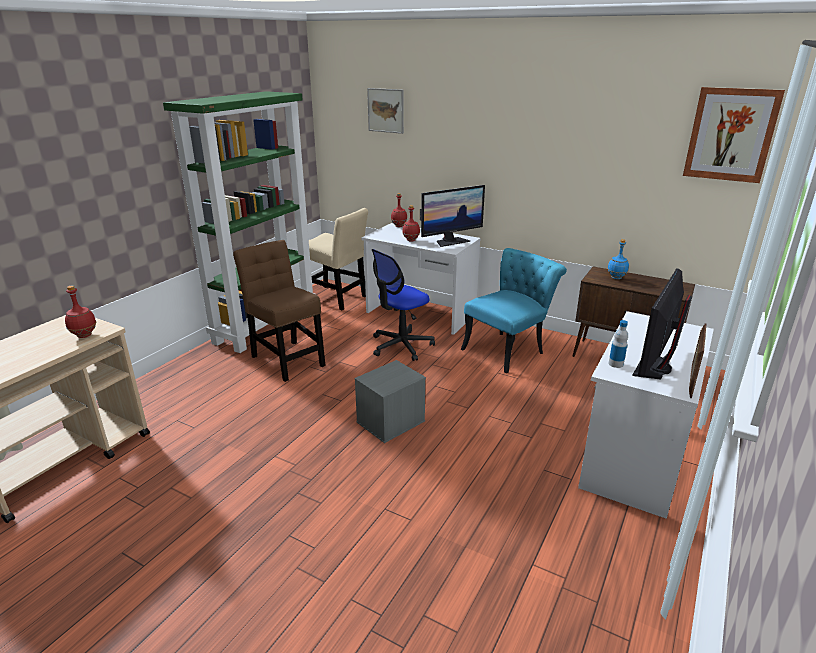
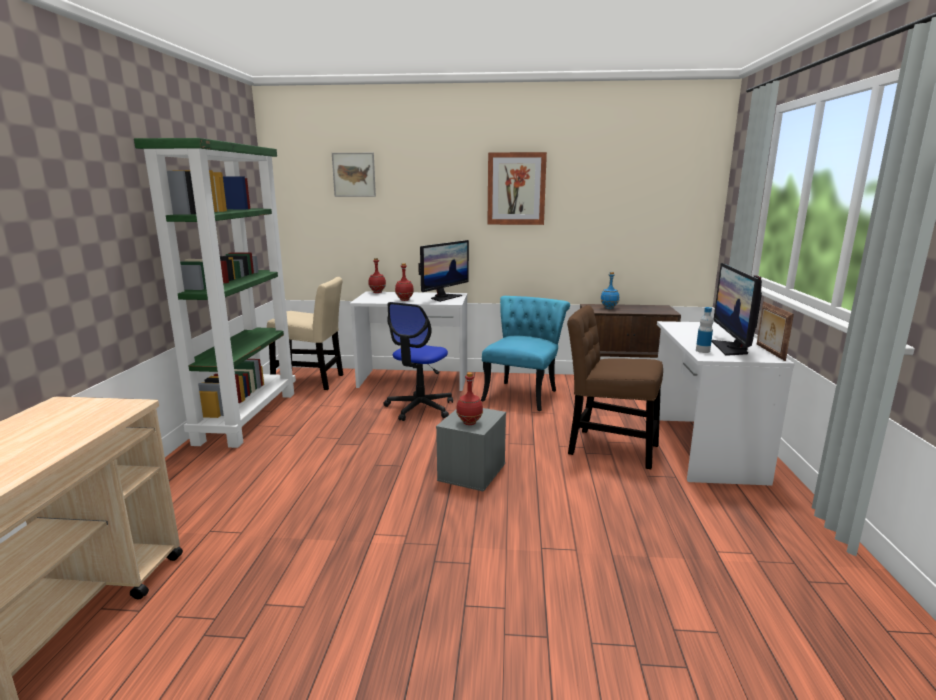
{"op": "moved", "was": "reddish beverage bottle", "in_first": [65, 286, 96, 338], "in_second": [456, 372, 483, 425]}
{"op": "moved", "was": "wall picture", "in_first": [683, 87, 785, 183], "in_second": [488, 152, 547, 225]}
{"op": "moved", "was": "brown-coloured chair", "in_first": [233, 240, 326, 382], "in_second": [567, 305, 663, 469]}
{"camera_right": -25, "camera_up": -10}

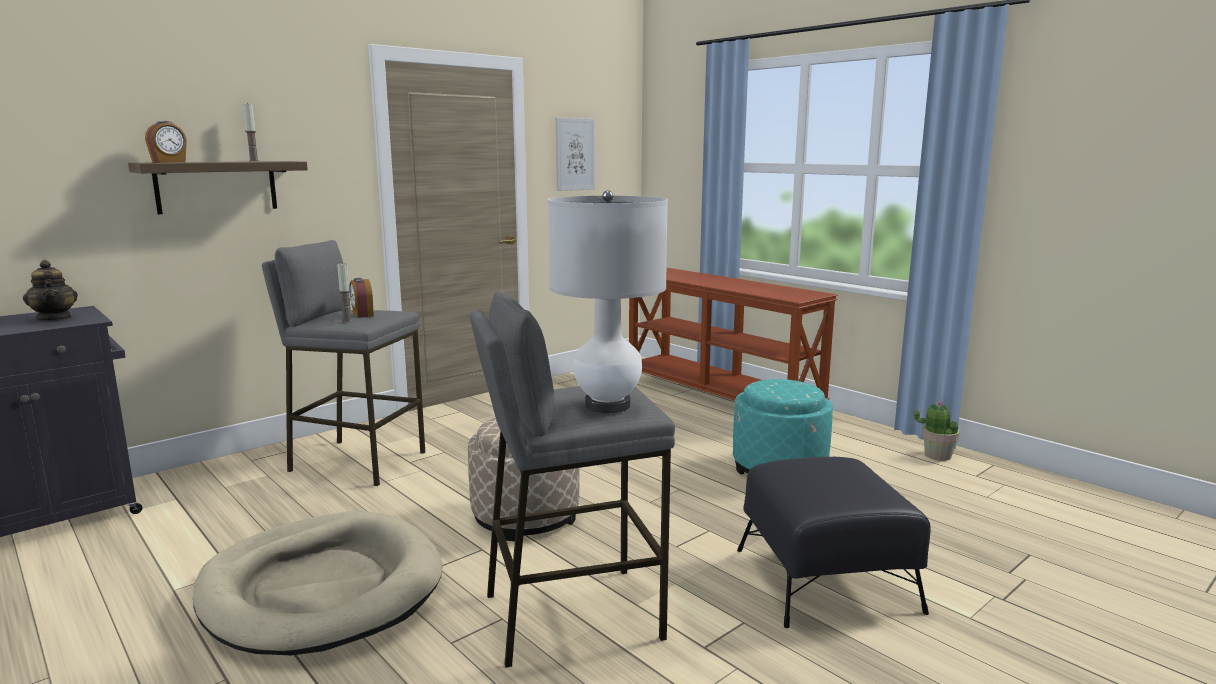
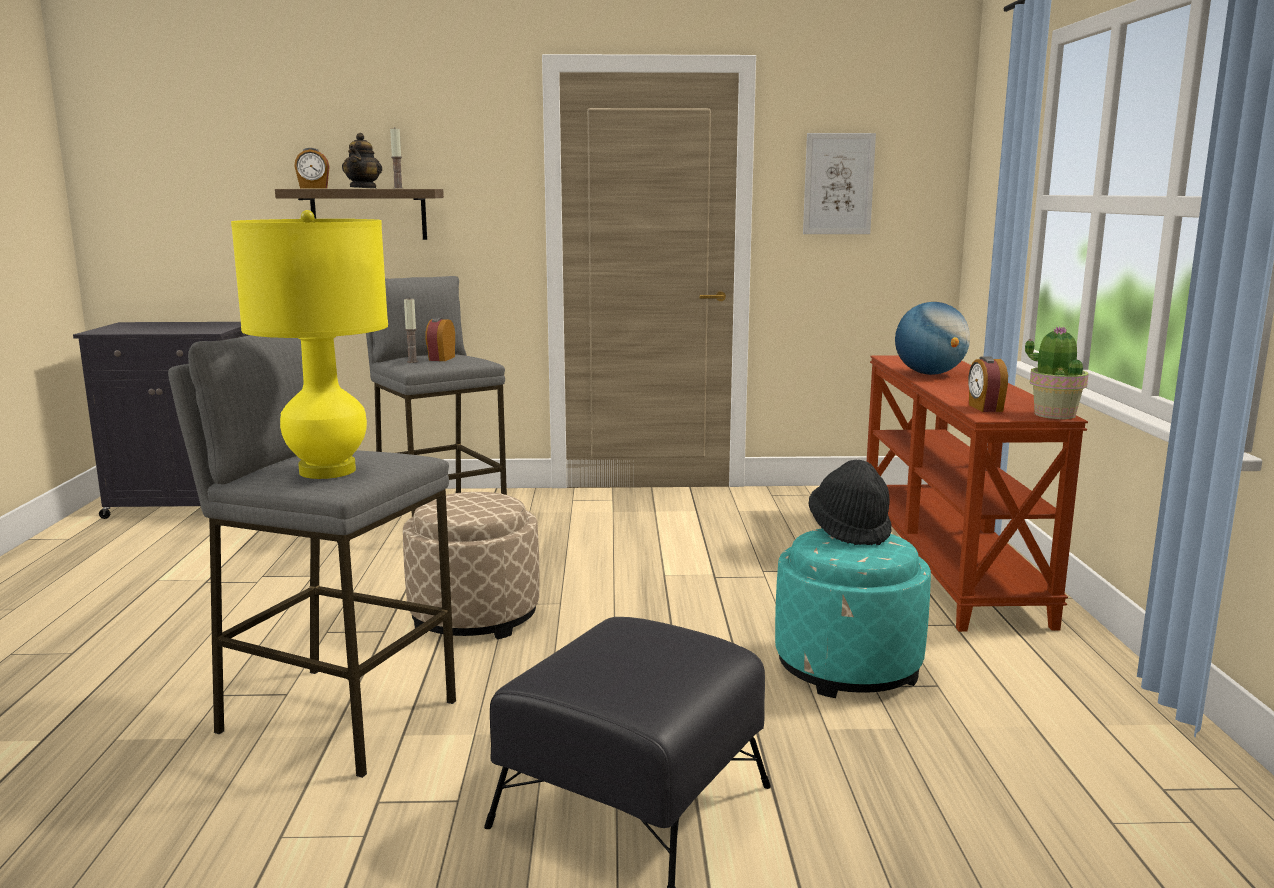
{"op": "recoloured", "was": "white-coloured table lamp", "now": "yellowish table lamp", "in_first": [548, 190, 668, 413], "in_second": [231, 210, 388, 479]}
{"op": "moved", "was": "pot for tea", "in_first": [23, 260, 78, 321], "in_second": [342, 133, 382, 188]}
{"op": "added", "now": "black-coloured clothing hat", "in_second": [809, 460, 892, 545]}
{"op": "added", "now": "globe", "in_second": [895, 302, 970, 375]}
{"op": "added", "now": "table clock", "in_second": [968, 356, 1008, 412]}
{"op": "moved", "was": "plant in a pot", "in_first": [914, 401, 960, 461], "in_second": [1025, 326, 1089, 419]}
{"op": "removed", "was": "beige-coloured dog bed", "in_first": [193, 511, 443, 655]}
{"camera_right": 40, "camera_up": 0}

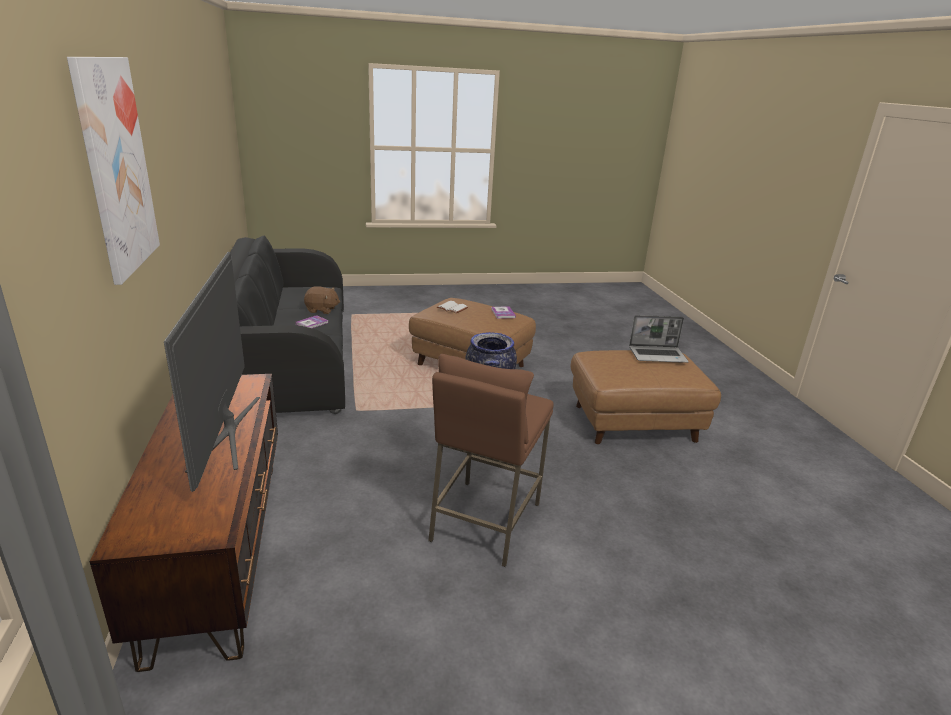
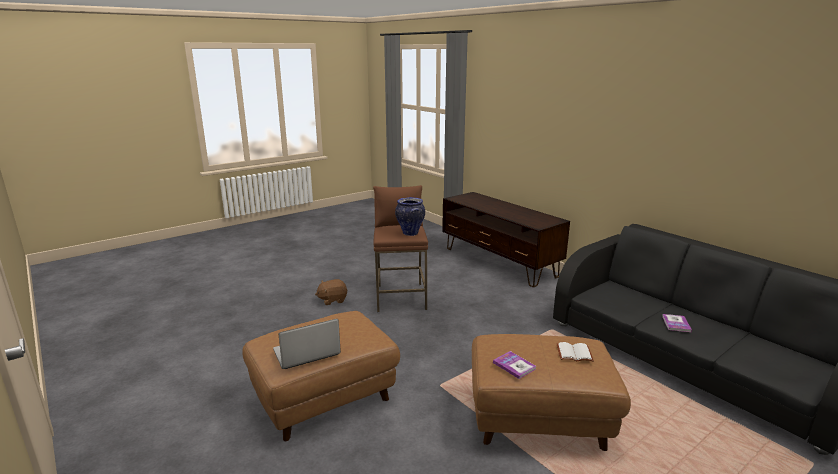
{"op": "moved", "was": "brown-coloured soft toy", "in_first": [304, 286, 340, 314], "in_second": [315, 279, 347, 305]}
{"op": "removed", "was": "wall picture", "in_first": [67, 57, 160, 285]}
{"op": "removed", "was": "TV set", "in_first": [164, 252, 260, 492]}
{"camera_right": 155, "camera_up": -5}

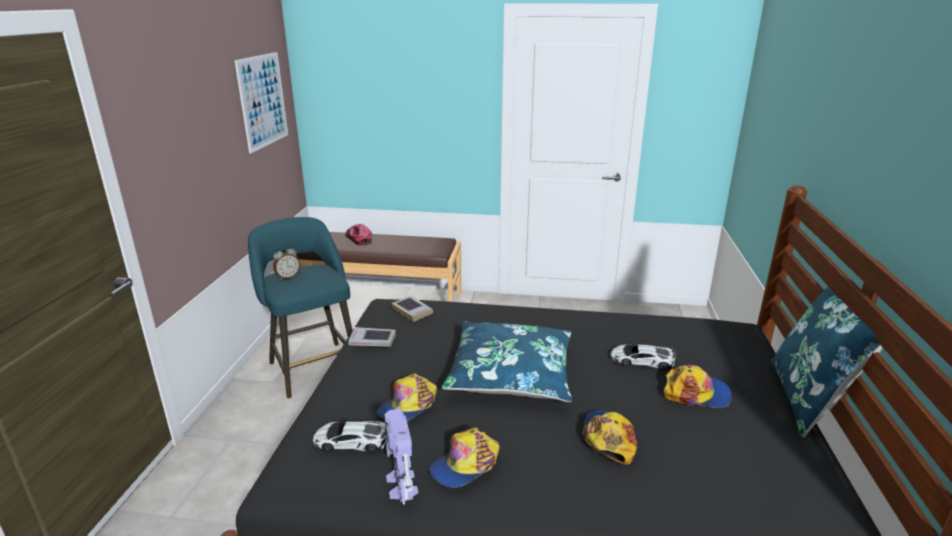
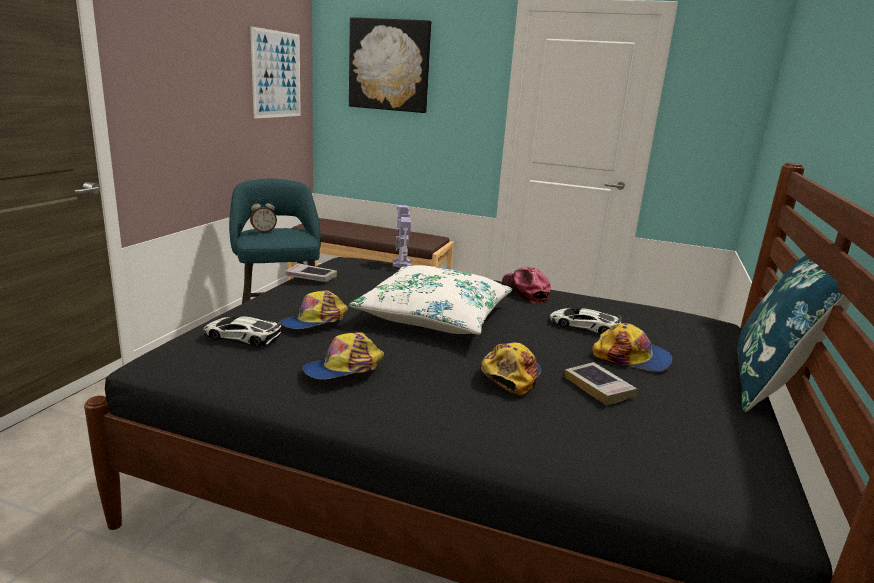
{"op": "added", "now": "wall picture", "in_second": [349, 17, 431, 113]}
{"op": "recoloured", "was": "bluish pillow", "now": "white-coloured pillow", "in_first": [442, 321, 572, 402], "in_second": [349, 265, 512, 335]}
{"op": "moved", "was": "toy robot", "in_first": [384, 408, 418, 504], "in_second": [393, 205, 411, 268]}
{"op": "moved", "was": "cap", "in_first": [346, 224, 372, 246], "in_second": [502, 267, 551, 303]}
{"op": "moved", "was": "bound book", "in_first": [391, 296, 433, 322], "in_second": [564, 362, 638, 405]}
{"camera_right": 10, "camera_up": -5}

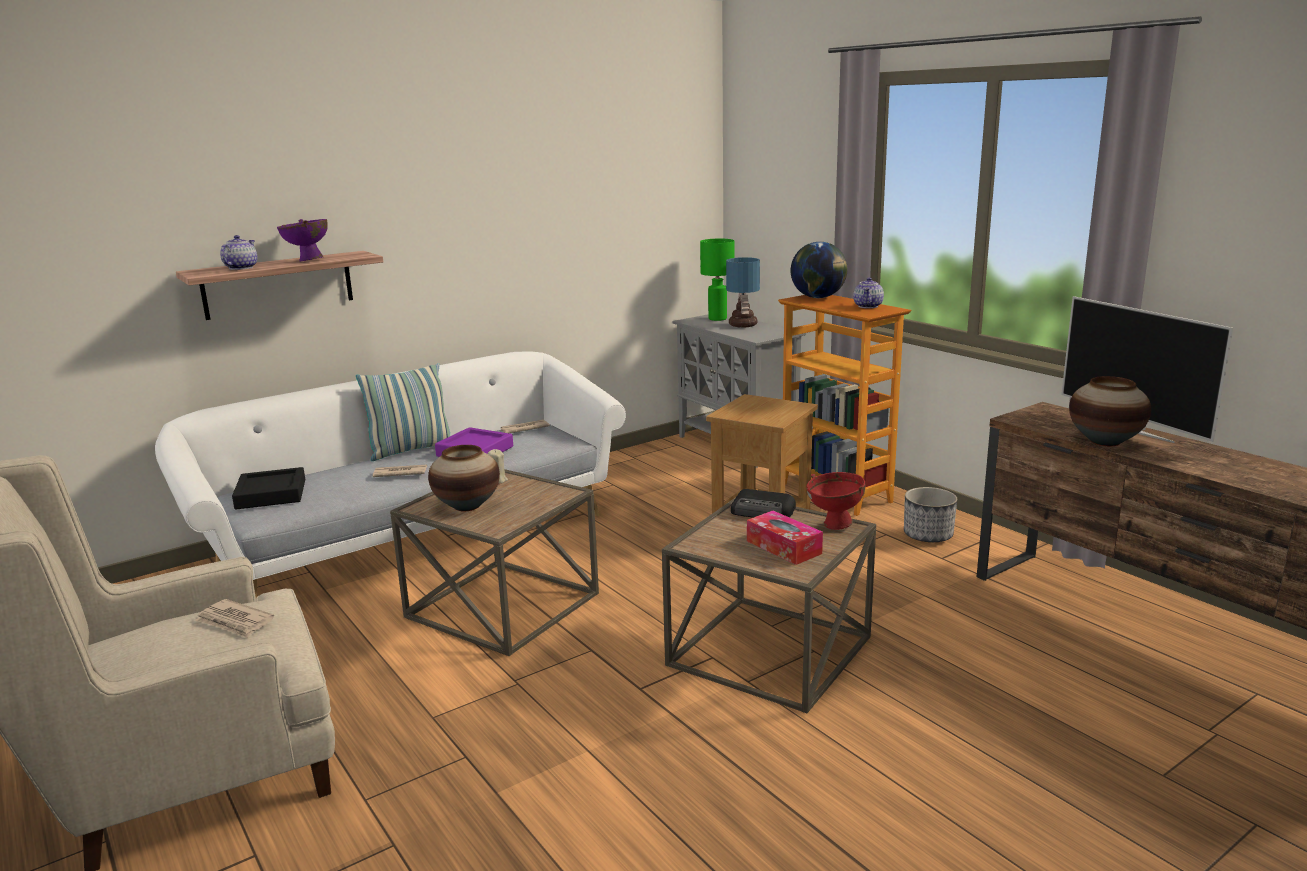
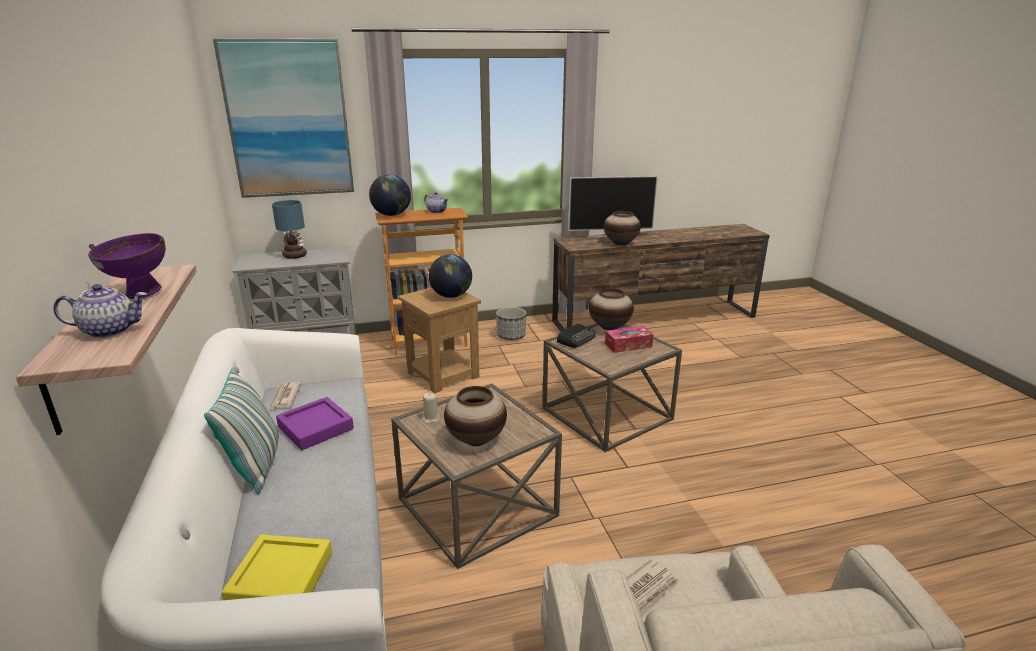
{"op": "turned", "was": "pot for tea", "in_first": [220, 235, 257, 270], "in_second": [53, 284, 147, 338], "clockwise": 135}
{"op": "added", "now": "wall picture", "in_second": [213, 38, 354, 198]}
{"op": "recoloured", "was": "black-coloured carrying tray", "now": "yellowish carrying tray", "in_first": [232, 467, 305, 509], "in_second": [222, 534, 332, 600]}
{"op": "added", "now": "globe", "in_second": [429, 254, 472, 298]}
{"op": "replaced", "was": "reddish deep dish", "now": "flower vase", "in_first": [806, 472, 865, 530], "in_second": [589, 288, 634, 330]}
{"op": "removed", "was": "newspaper", "in_first": [373, 465, 427, 477]}
{"op": "removed", "was": "greenish table lamp", "in_first": [700, 239, 734, 321]}
{"camera_right": -70, "camera_up": 5}

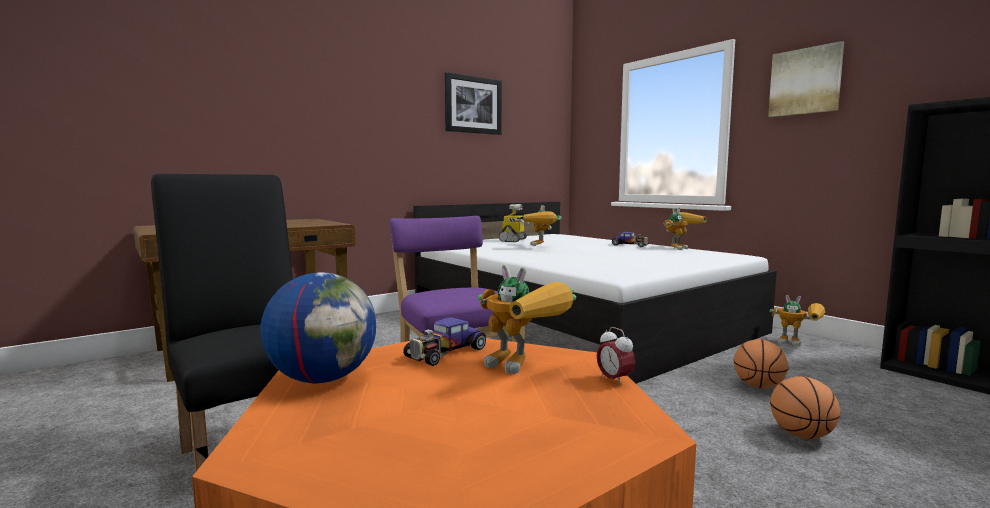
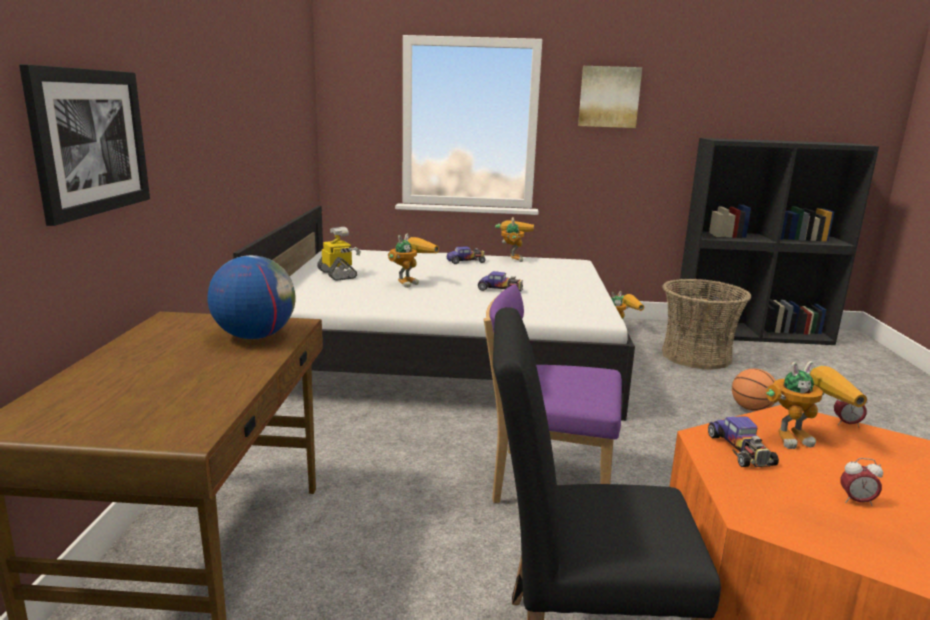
{"op": "moved", "was": "wall picture", "in_first": [445, 72, 502, 135], "in_second": [19, 64, 150, 226]}
{"op": "moved", "was": "globe", "in_first": [261, 272, 376, 383], "in_second": [208, 255, 296, 339]}
{"op": "turned", "was": "toy robot", "in_first": [523, 205, 562, 246], "in_second": [388, 234, 439, 288], "clockwise": -90}
{"op": "added", "now": "model car", "in_second": [478, 271, 523, 291]}
{"op": "added", "now": "household basket", "in_second": [662, 279, 751, 370]}
{"op": "added", "now": "table clock", "in_second": [840, 458, 883, 506]}
{"op": "removed", "was": "basketball ball", "in_first": [733, 339, 788, 388]}
{"camera_right": -50, "camera_up": 10}

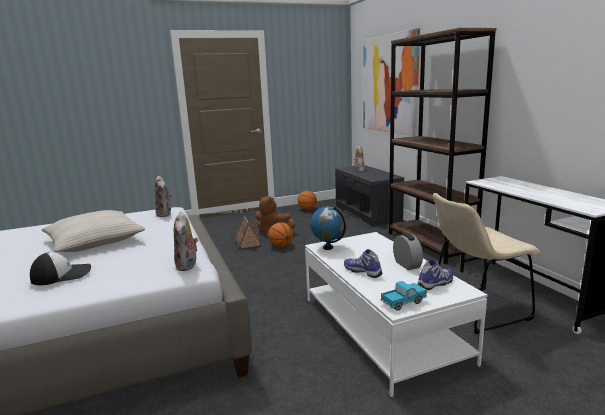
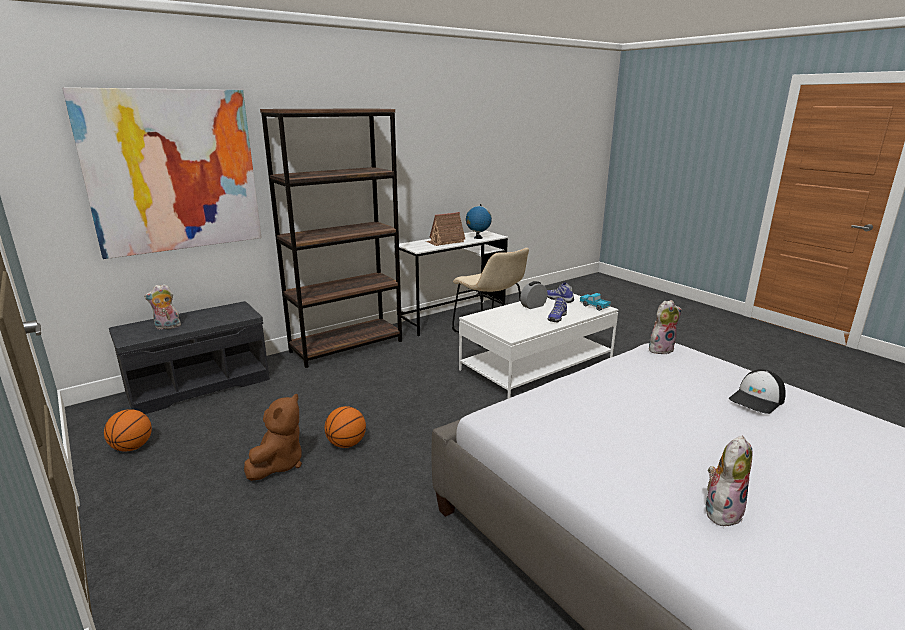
{"op": "moved", "was": "miniature house", "in_first": [236, 216, 261, 248], "in_second": [426, 212, 465, 246]}
{"op": "moved", "was": "globe", "in_first": [310, 206, 346, 250], "in_second": [466, 204, 492, 239]}
{"op": "moved", "was": "soft toy", "in_first": [155, 176, 172, 217], "in_second": [706, 436, 752, 526]}
{"op": "turned", "was": "cap", "in_first": [30, 252, 91, 285], "in_second": [729, 369, 786, 414], "clockwise": -90}
{"op": "removed", "was": "beige-coloured pillow", "in_first": [42, 210, 145, 252]}
{"camera_right": -105, "camera_up": 5}

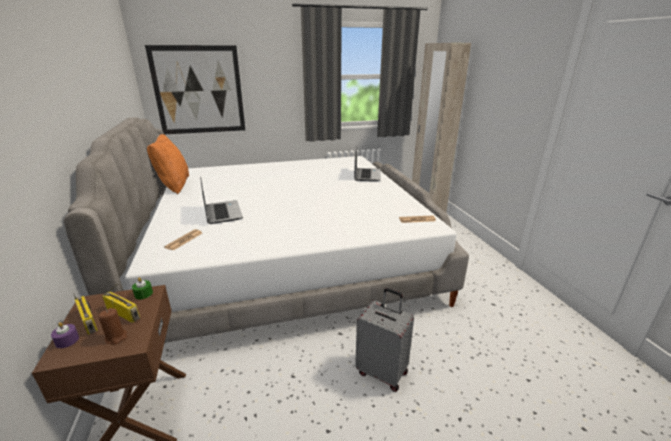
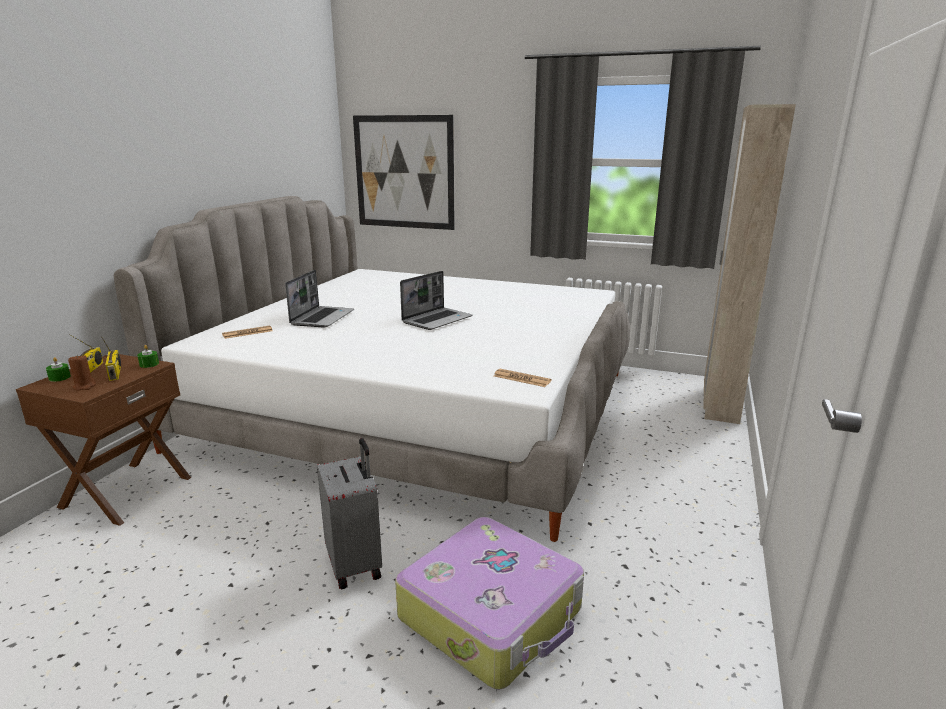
{"op": "recoloured", "was": "purplish candle", "now": "greenish candle", "in_first": [51, 322, 79, 348], "in_second": [46, 357, 71, 382]}
{"op": "added", "now": "suitcase", "in_second": [395, 517, 584, 689]}
{"op": "moved", "was": "portable computer", "in_first": [354, 148, 381, 181], "in_second": [400, 271, 472, 330]}
{"op": "removed", "was": "orange-coloured pillow", "in_first": [147, 134, 189, 194]}
{"camera_right": 35, "camera_up": -5}

